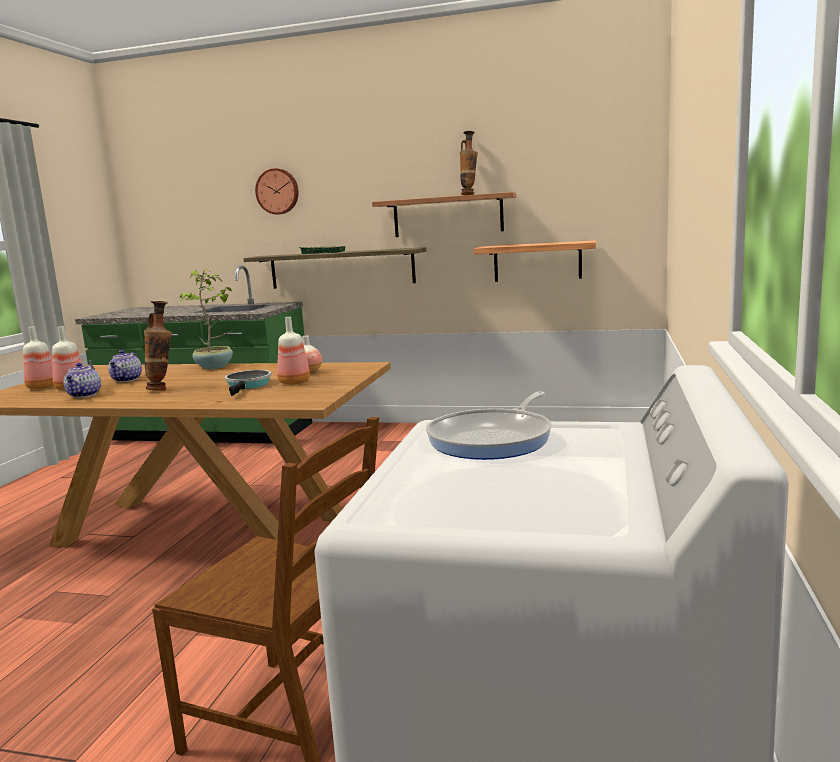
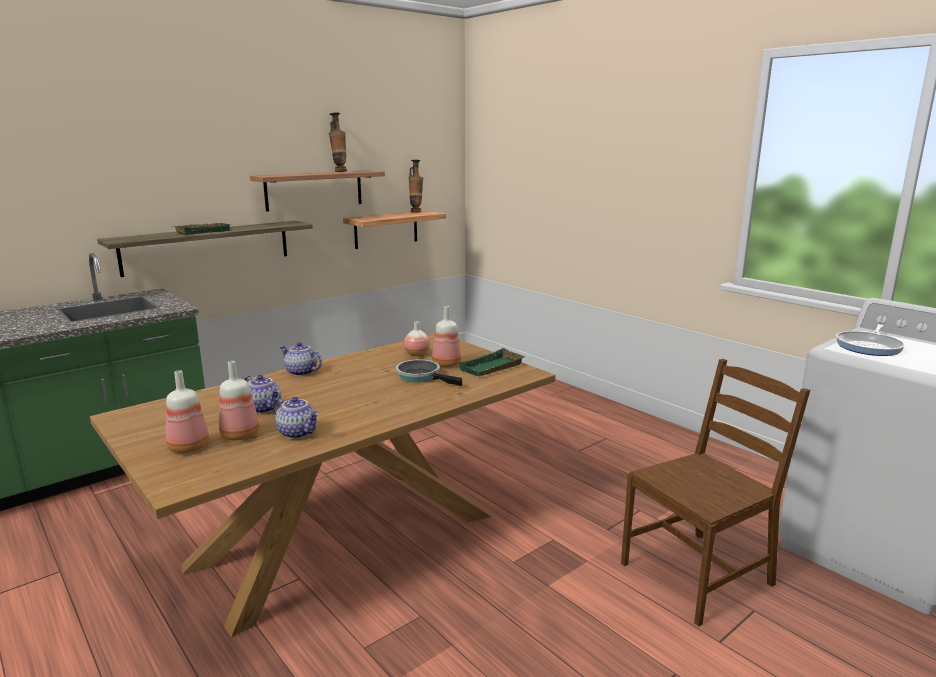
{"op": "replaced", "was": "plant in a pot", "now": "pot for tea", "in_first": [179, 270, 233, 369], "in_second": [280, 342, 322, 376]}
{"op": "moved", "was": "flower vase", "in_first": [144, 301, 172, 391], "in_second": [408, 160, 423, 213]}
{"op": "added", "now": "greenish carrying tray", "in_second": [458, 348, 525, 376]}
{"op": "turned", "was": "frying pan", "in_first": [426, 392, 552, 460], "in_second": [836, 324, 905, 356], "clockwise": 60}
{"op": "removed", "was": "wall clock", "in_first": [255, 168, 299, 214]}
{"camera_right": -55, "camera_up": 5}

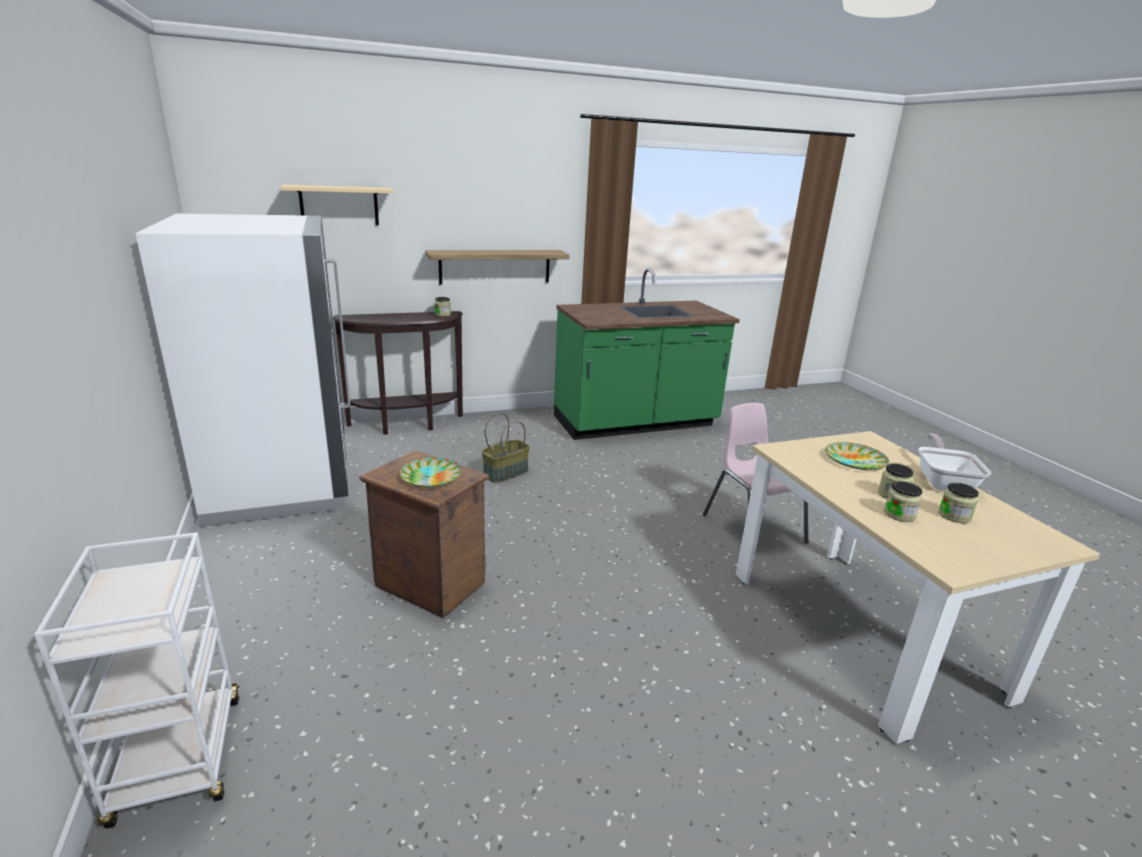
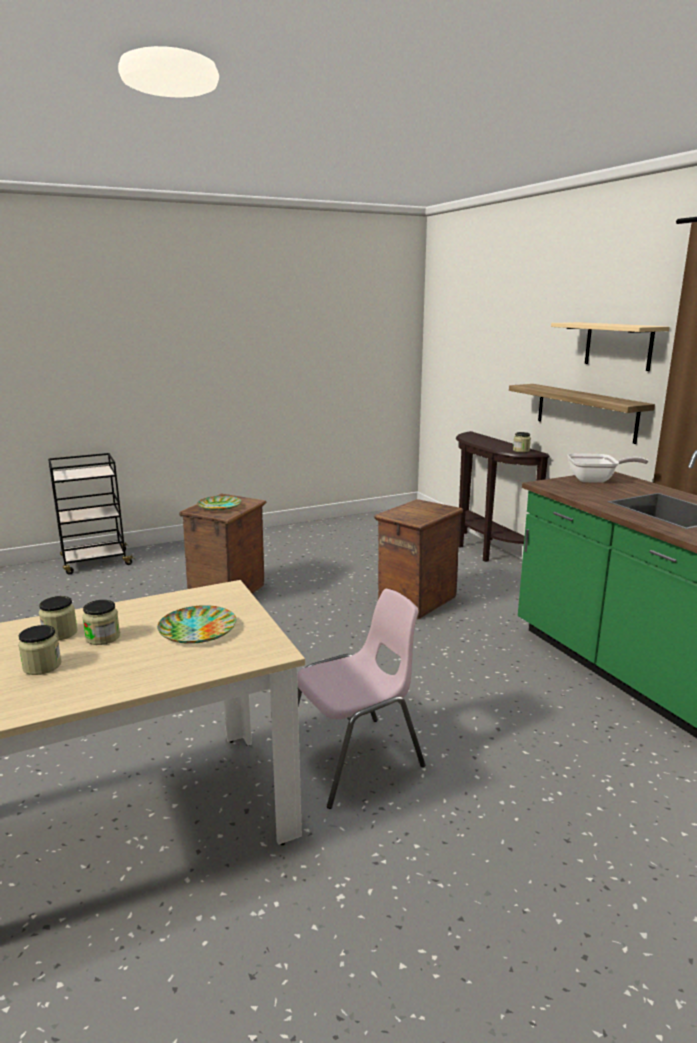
{"op": "recoloured", "was": "white-coloured wheeled cart", "now": "black-coloured wheeled cart", "in_first": [34, 532, 240, 829], "in_second": [48, 453, 136, 574]}
{"op": "replaced", "was": "household basket", "now": "shipping crate", "in_first": [482, 413, 530, 483], "in_second": [374, 499, 463, 619]}
{"op": "moved", "was": "beige-coloured shelf", "in_first": [280, 184, 393, 225], "in_second": [551, 322, 670, 371]}
{"op": "moved", "was": "frying pan", "in_first": [918, 433, 991, 490], "in_second": [568, 453, 648, 483]}
{"op": "removed", "was": "white-coloured fridge", "in_first": [136, 214, 350, 527]}
{"camera_right": 85, "camera_up": -5}

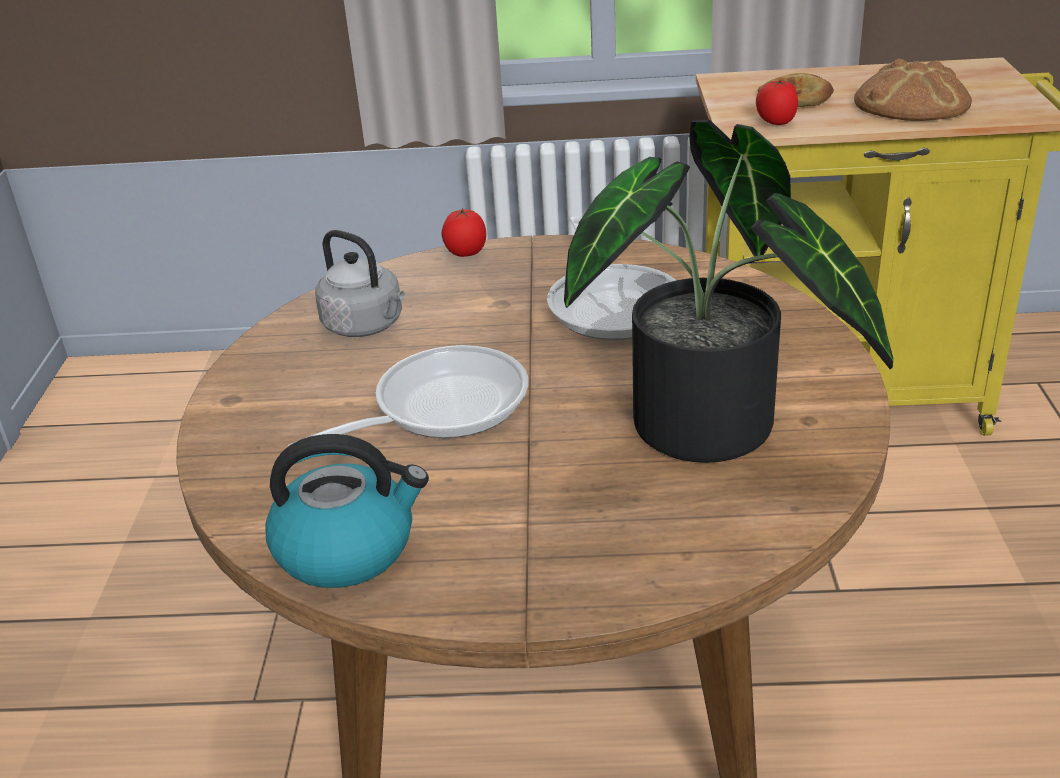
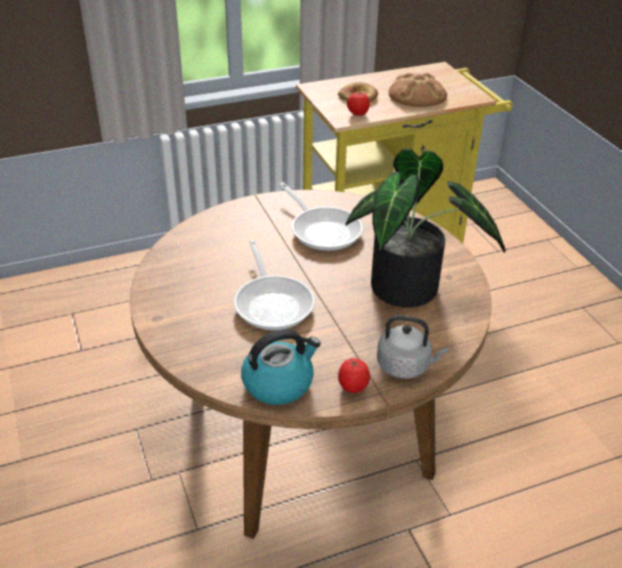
{"op": "turned", "was": "frying pan", "in_first": [287, 345, 528, 447], "in_second": [234, 240, 315, 330], "clockwise": 135}
{"op": "moved", "was": "fresh tomato", "in_first": [441, 208, 486, 257], "in_second": [338, 358, 370, 393]}
{"op": "moved", "was": "gray water kettle", "in_first": [315, 230, 405, 337], "in_second": [377, 315, 449, 379]}
{"camera_right": -25, "camera_up": 5}

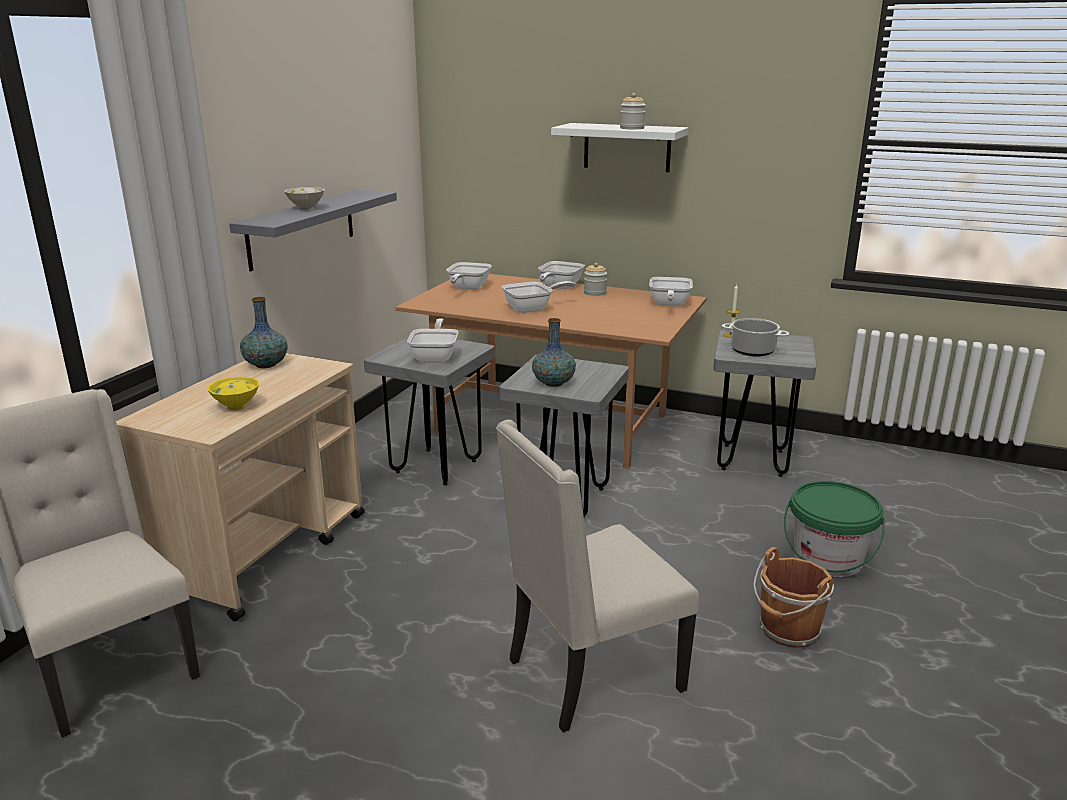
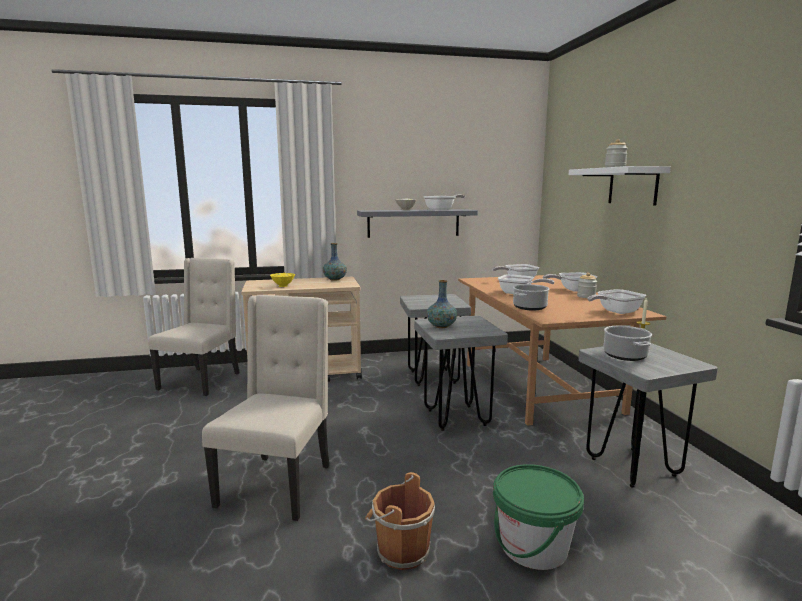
{"op": "turned", "was": "beige-coloured chair", "in_first": [496, 419, 699, 733], "in_second": [202, 295, 329, 521], "clockwise": 75}
{"op": "moved", "was": "frying pan", "in_first": [407, 318, 459, 363], "in_second": [423, 195, 465, 210]}
{"op": "added", "now": "cooking pot", "in_second": [513, 284, 549, 311]}
{"camera_right": 55, "camera_up": -10}

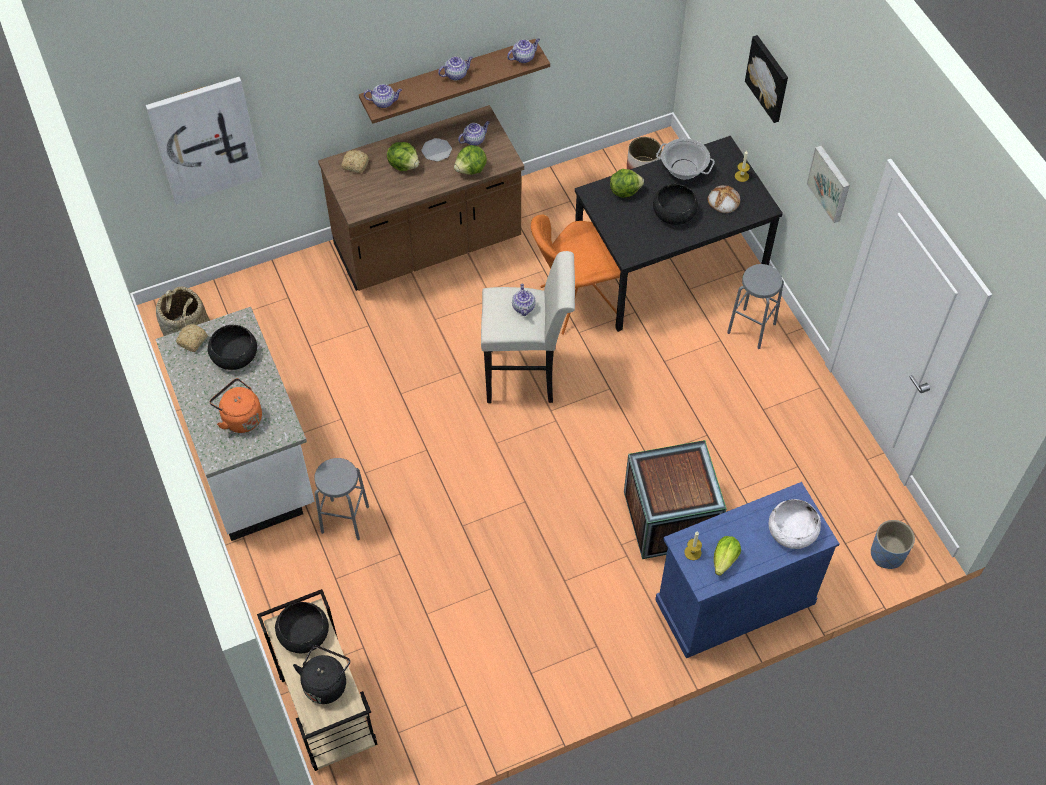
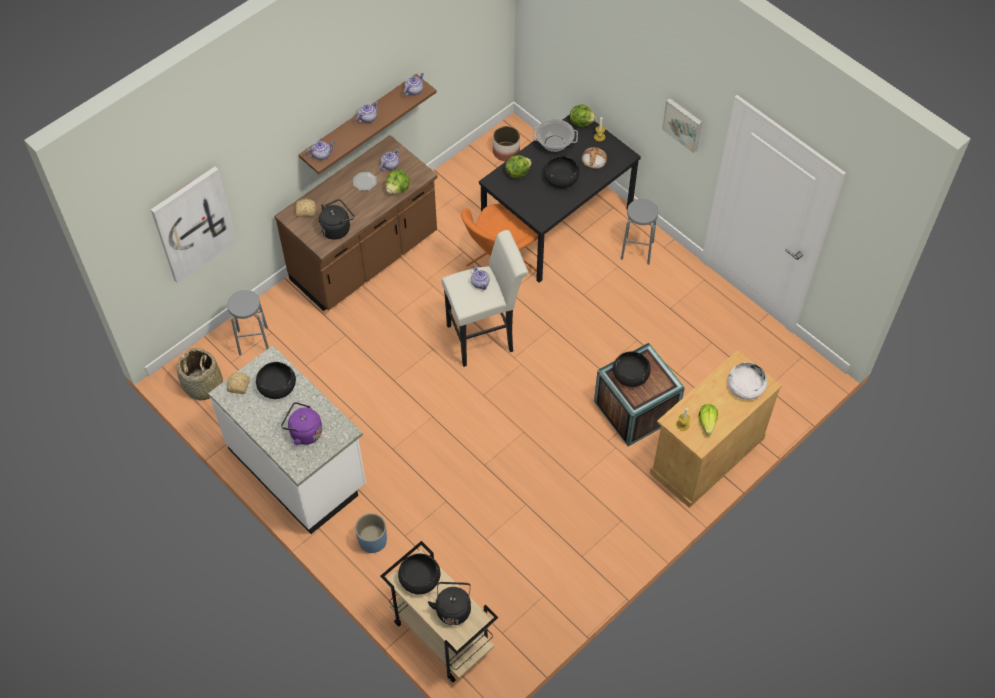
{"op": "moved", "was": "gray stool", "in_first": [314, 458, 369, 540], "in_second": [227, 290, 269, 356]}
{"op": "recoloured", "was": "orange-coloured water kettle", "now": "purplish water kettle", "in_first": [210, 378, 262, 433], "in_second": [281, 402, 322, 445]}
{"op": "added", "now": "black-coloured water kettle", "in_second": [319, 199, 354, 240]}
{"op": "moved", "was": "bluish planter", "in_first": [871, 520, 915, 569], "in_second": [355, 513, 387, 553]}
{"op": "moved", "was": "head of lettuce", "in_first": [387, 142, 419, 171], "in_second": [570, 104, 596, 127]}
{"op": "added", "now": "black-coloured deep dish", "in_second": [613, 351, 651, 387]}
{"op": "recoloured", "was": "bluish cabinet", "now": "beige-coloured cabinet", "in_first": [655, 482, 839, 658], "in_second": [650, 350, 782, 508]}
{"op": "removed", "was": "wall picture", "in_first": [745, 35, 788, 123]}
{"camera_right": -20, "camera_up": 0}

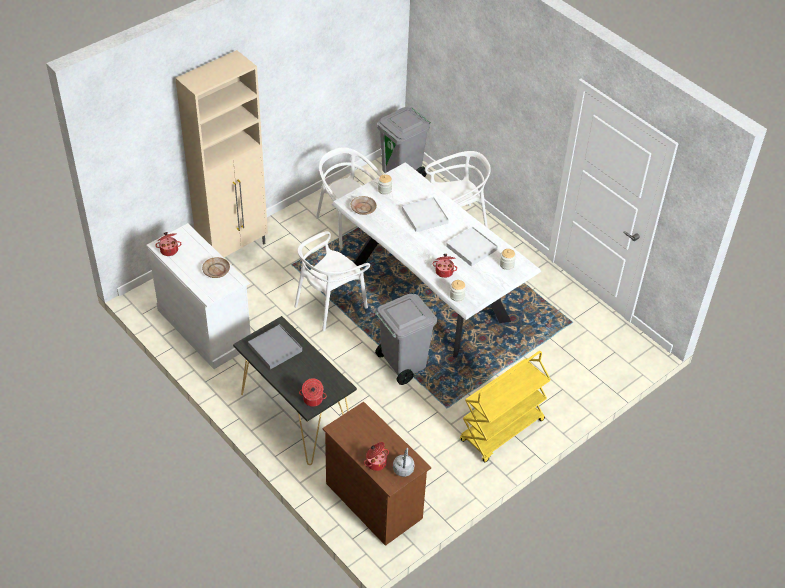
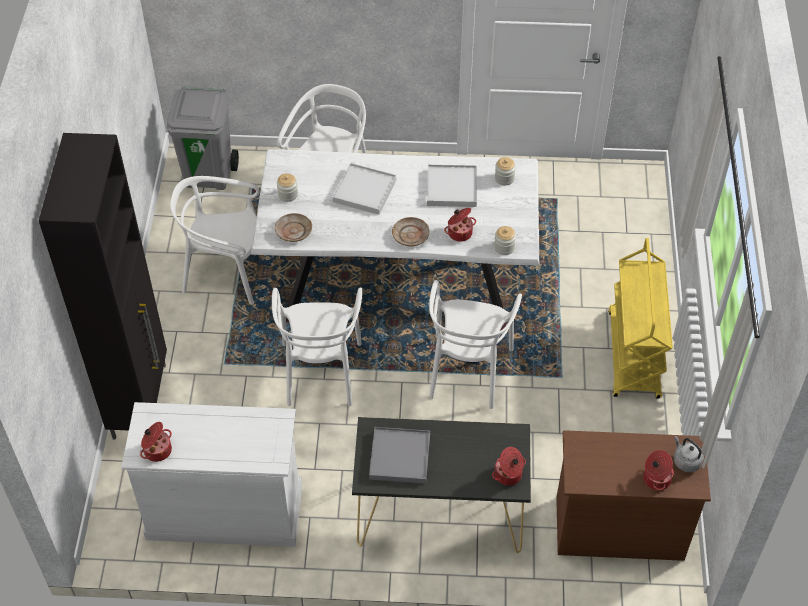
{"op": "recoloured", "was": "beige-coloured cabinet", "now": "black-coloured cabinet", "in_first": [175, 50, 268, 257], "in_second": [39, 133, 167, 440]}
{"op": "moved", "was": "beige-coloured flat dish", "in_first": [202, 257, 230, 278], "in_second": [392, 217, 430, 247]}
{"op": "replaced", "was": "gray trash can", "now": "white-coloured chair", "in_first": [375, 294, 437, 385], "in_second": [429, 280, 522, 409]}
{"camera_right": -45, "camera_up": 5}

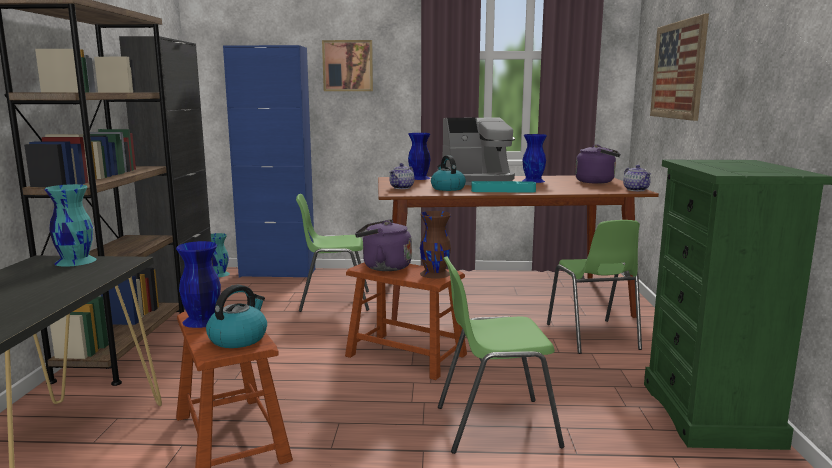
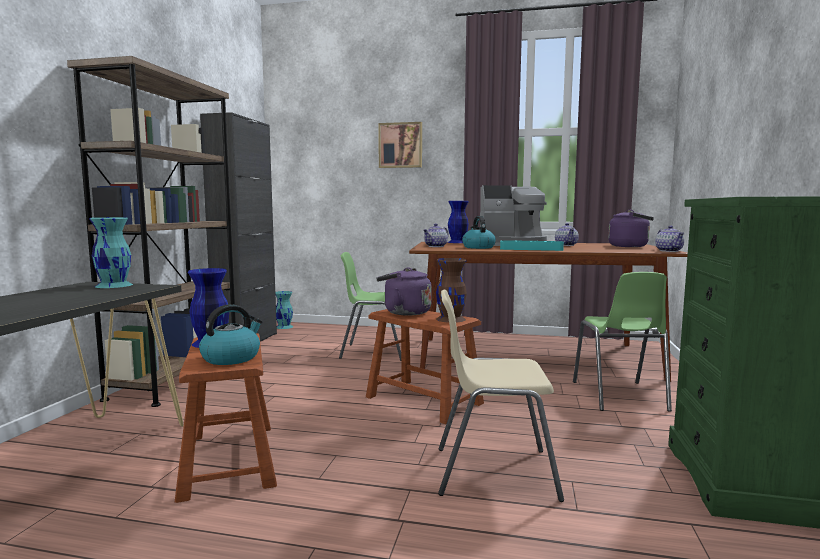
{"op": "recoloured", "was": "greenish chair", "now": "beige-coloured chair", "in_first": [438, 256, 564, 454], "in_second": [438, 290, 564, 502]}
{"op": "replaced", "was": "bluish flower vase", "now": "pot for tea", "in_first": [522, 134, 547, 183], "in_second": [555, 223, 579, 246]}
{"op": "removed", "was": "bluish cabinet", "in_first": [223, 45, 315, 277]}
{"op": "removed", "was": "wall picture", "in_first": [650, 14, 709, 121]}
{"camera_right": 10, "camera_up": -5}

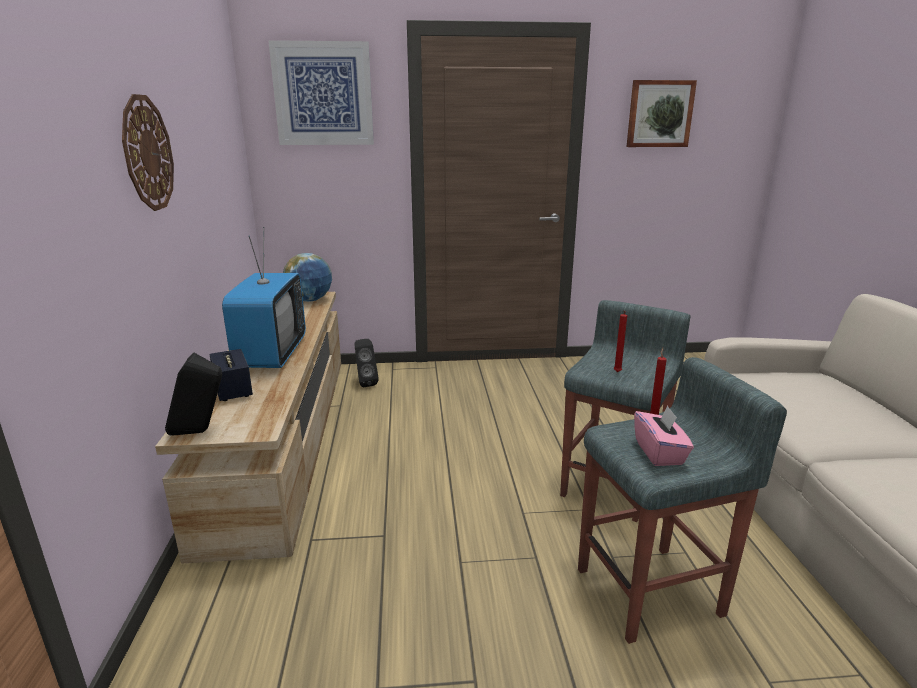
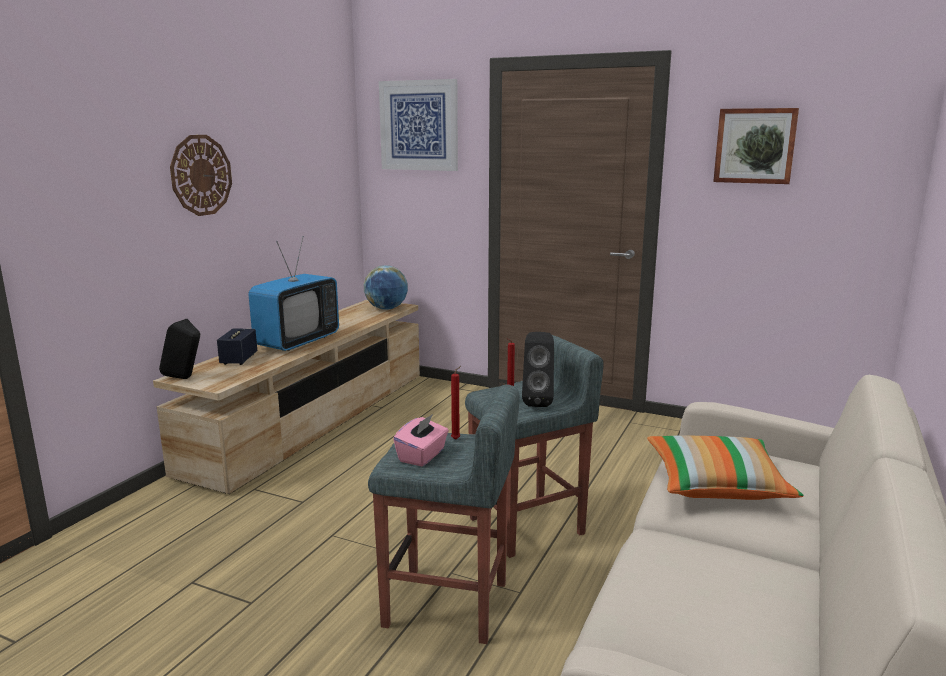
{"op": "moved", "was": "black-coloured speaker", "in_first": [354, 339, 379, 387], "in_second": [522, 332, 554, 407]}
{"op": "added", "now": "pillow", "in_second": [647, 436, 804, 500]}
{"camera_right": 30, "camera_up": -5}

